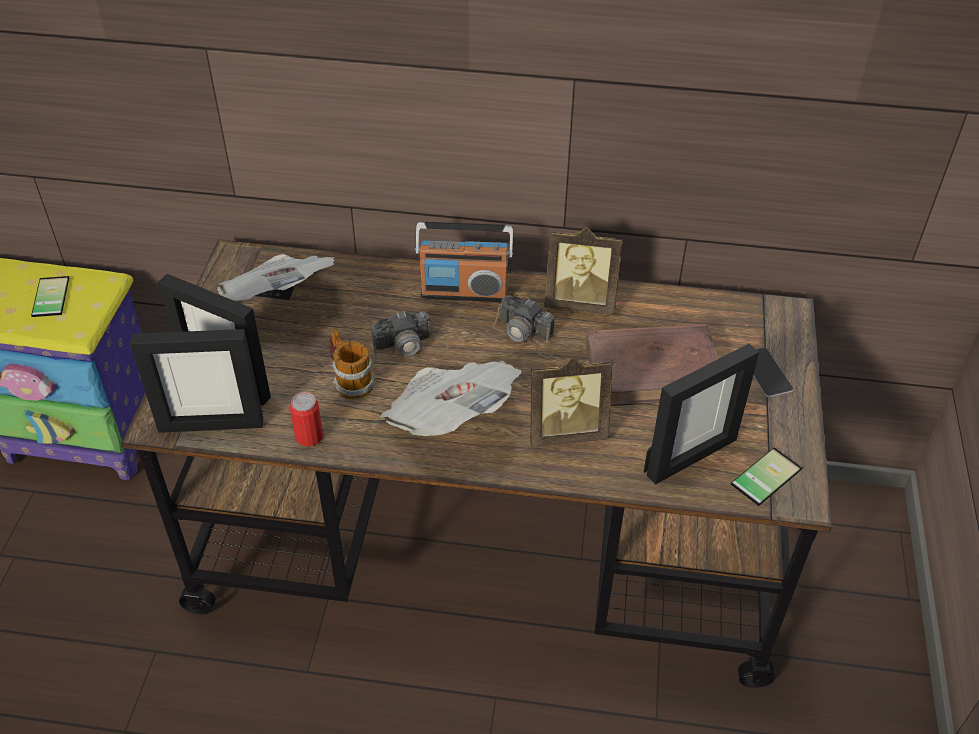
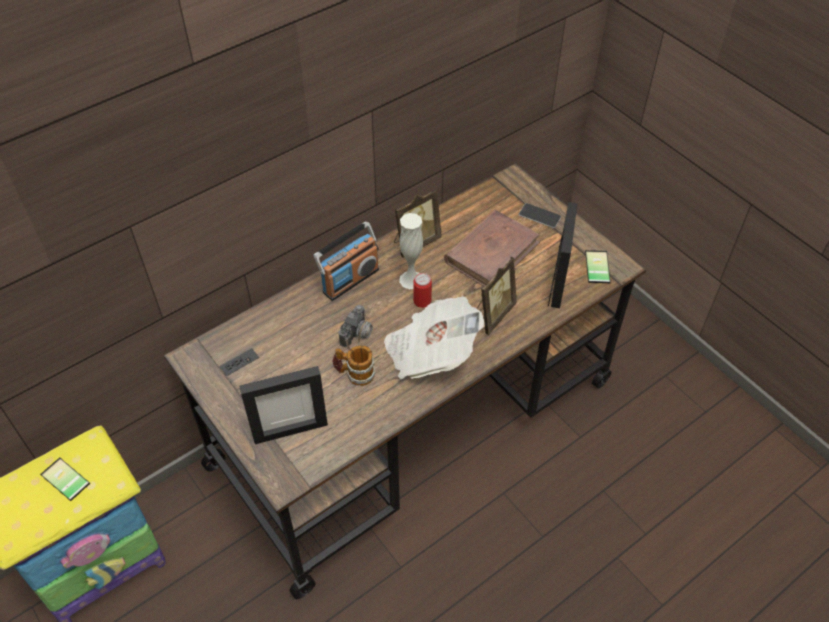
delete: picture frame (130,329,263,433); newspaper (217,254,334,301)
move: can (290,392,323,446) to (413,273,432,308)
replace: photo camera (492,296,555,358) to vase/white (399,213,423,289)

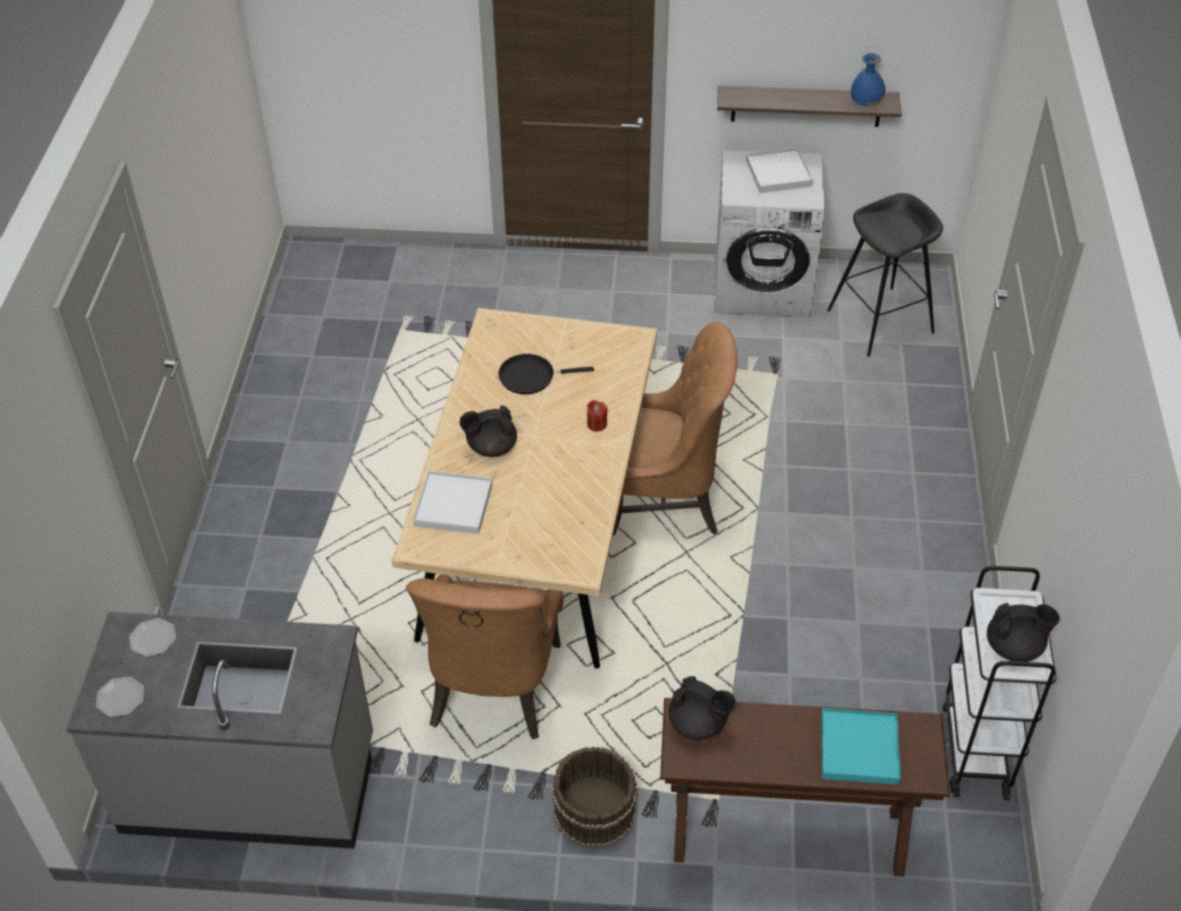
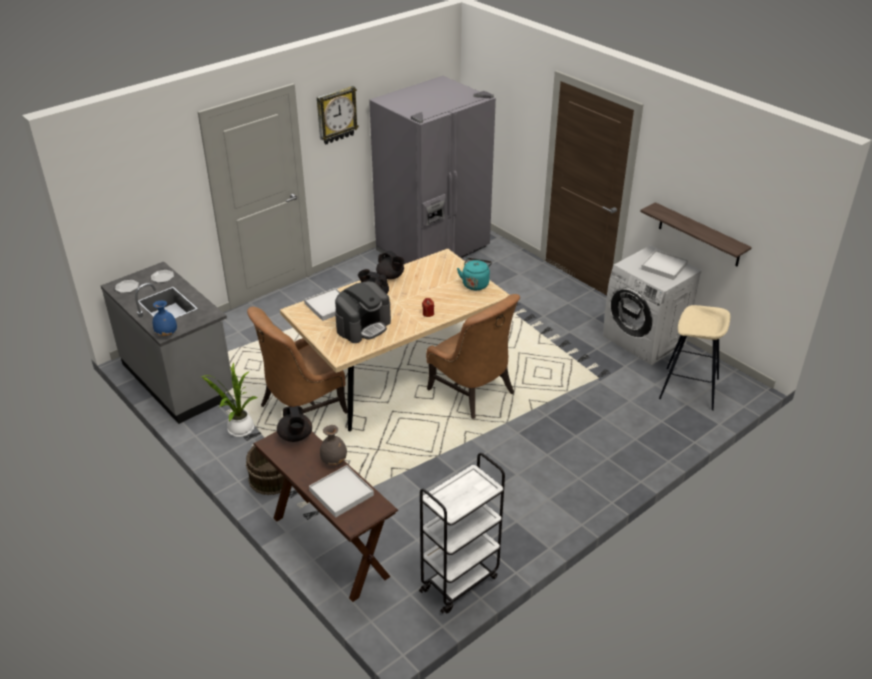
delete: frying pan/black (498,354,594,394)
insert: potted plant (201,362,259,437); wall clock (317,86,359,144); vase/grey (320,425,347,465); coffee machine (335,281,391,343); fridge/grey (369,76,496,265); kettle/turquoise (457,258,492,290)
move: vase/blue (850,53,885,106) to (153,301,177,336); teapot/black (987,603,1060,662) to (376,251,404,280)
recolor: tray/turquoise (821,708,901,785) to tray/white (309,465,374,518); stool/black (827,193,943,357) to stool/beige (659,305,730,411)

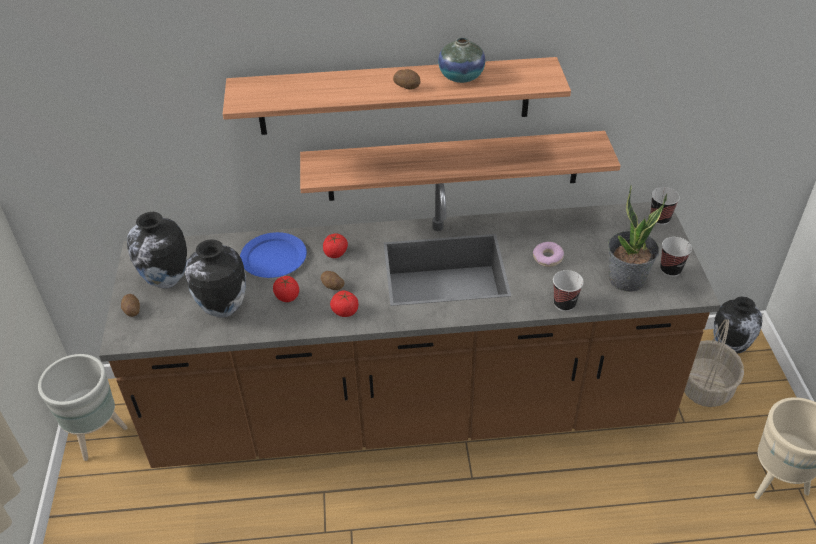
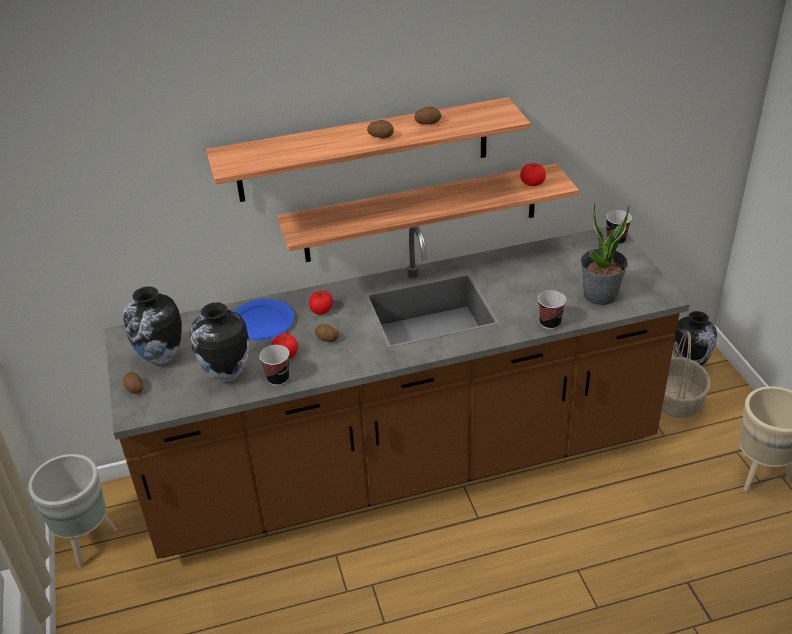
delete: donut (533,242,564,267)
move: cup (660,237,692,277) to (259,345,289,386); tomato (330,291,358,317) to (520,163,546,186)
replace: vase (438,37,485,83) to potato (415,107,441,124)

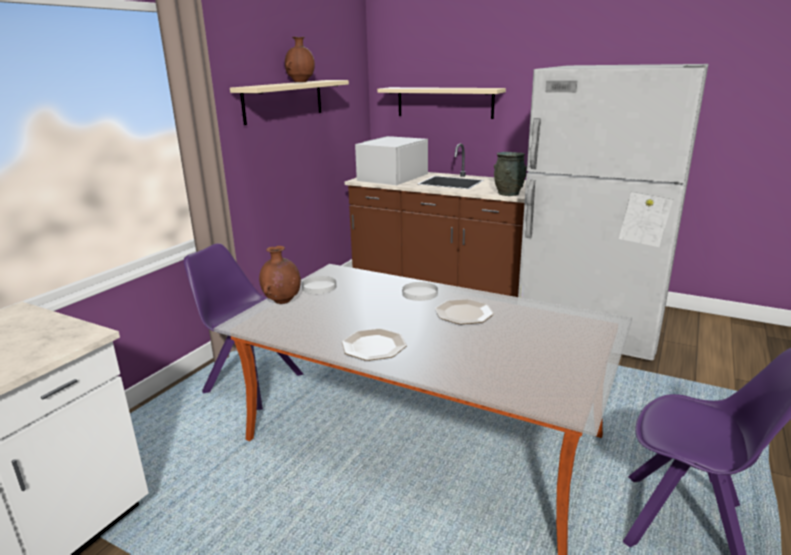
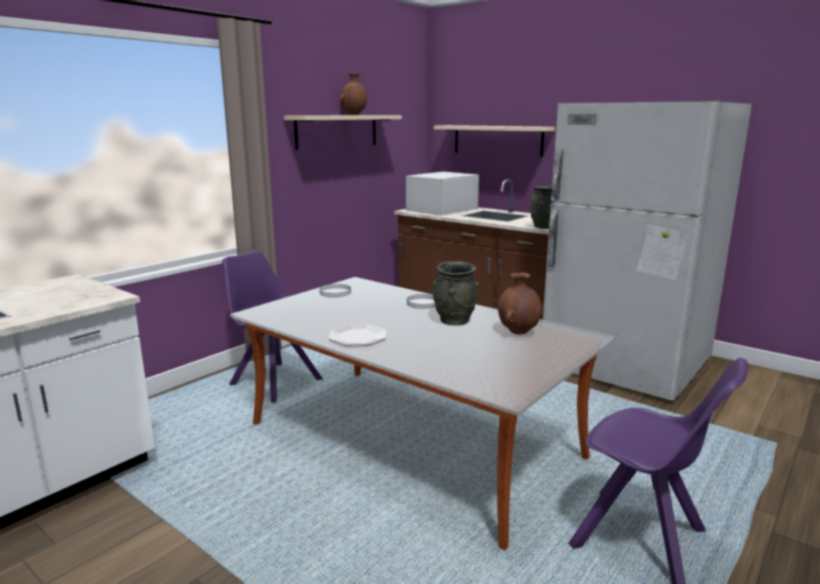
move: vase/brown (259,246,301,304) to (498,272,542,335)
replace: plate (435,299,494,324) to vase/grey (433,261,479,325)

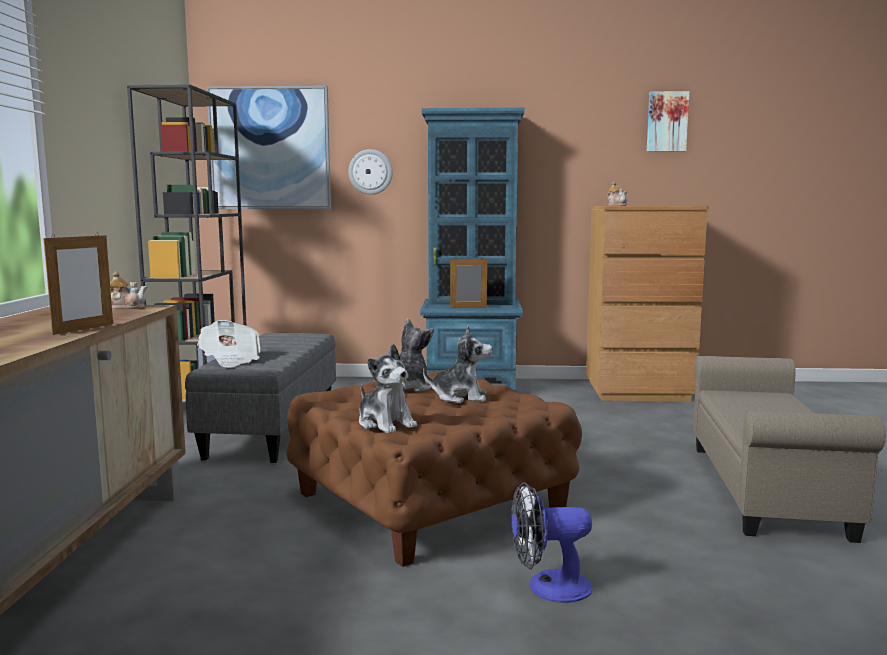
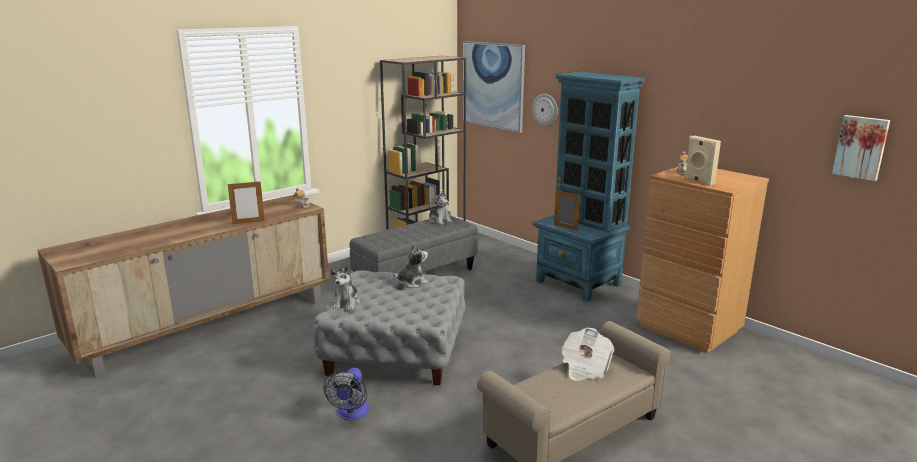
insert: speaker/beige (685,136,721,186)
move: plush toy (423,326,493,403) to (429,190,452,225); newspaper (197,320,260,368) to (561,328,615,381); picture (647,91,690,152) to (832,115,890,181)
recolor: ottoman/brown (287,371,582,567) to ottoman/grey (313,270,466,385)
rotate: fan (511,482,593,603) = (323,368,369,420) 120 degrees counterclockwise

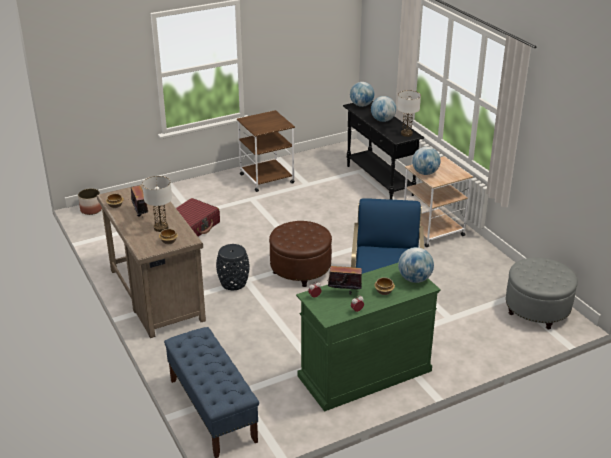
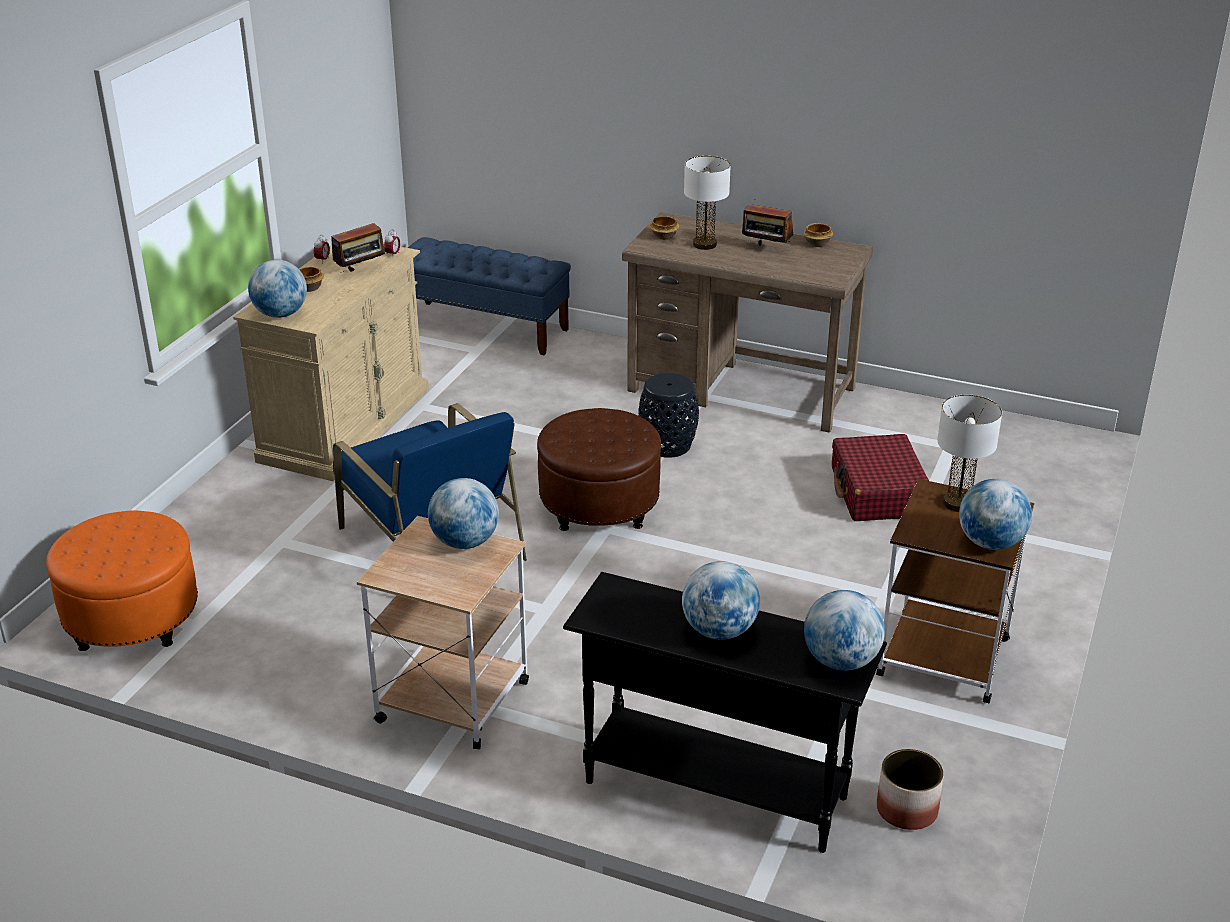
insert: globe (959,479,1032,550)
move: planter (78,188,102,215) to (877,749,944,830); table lamp (397,90,421,137) to (937,395,1002,512)
recolor: ottoman/grey (506,257,578,329) to ottoman/orange (46,510,198,651); dresser/green (296,263,441,412) to dresser/beige (233,245,429,481)

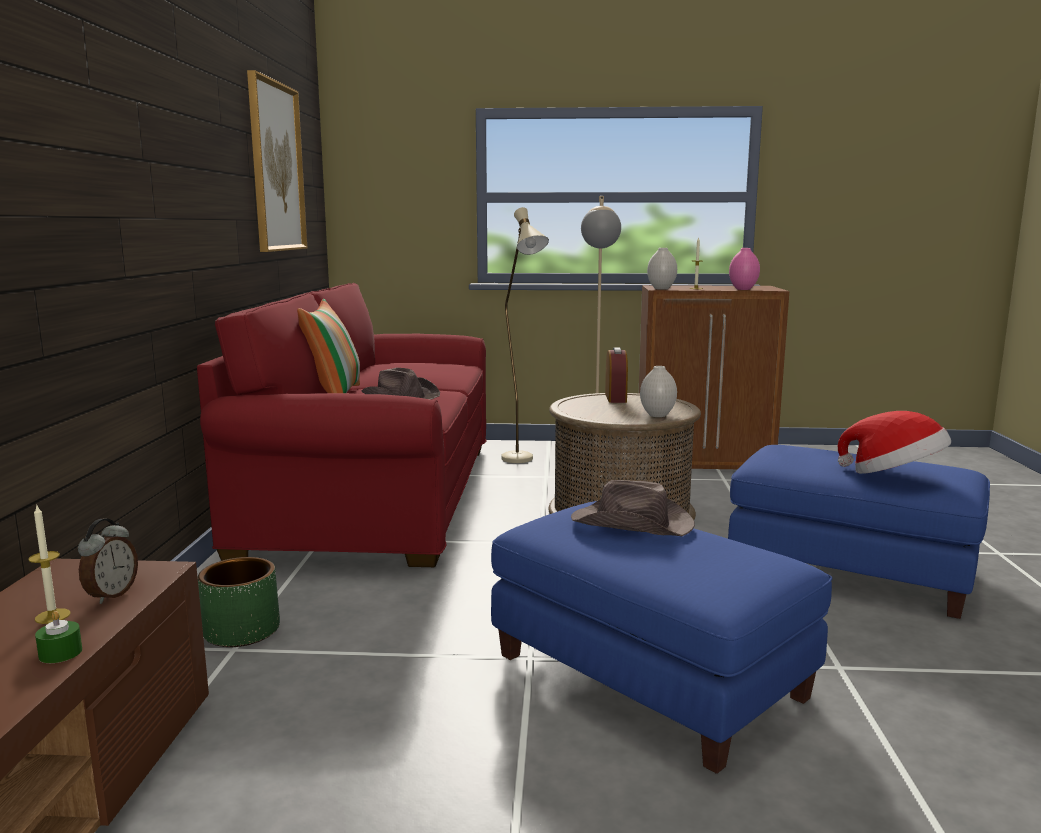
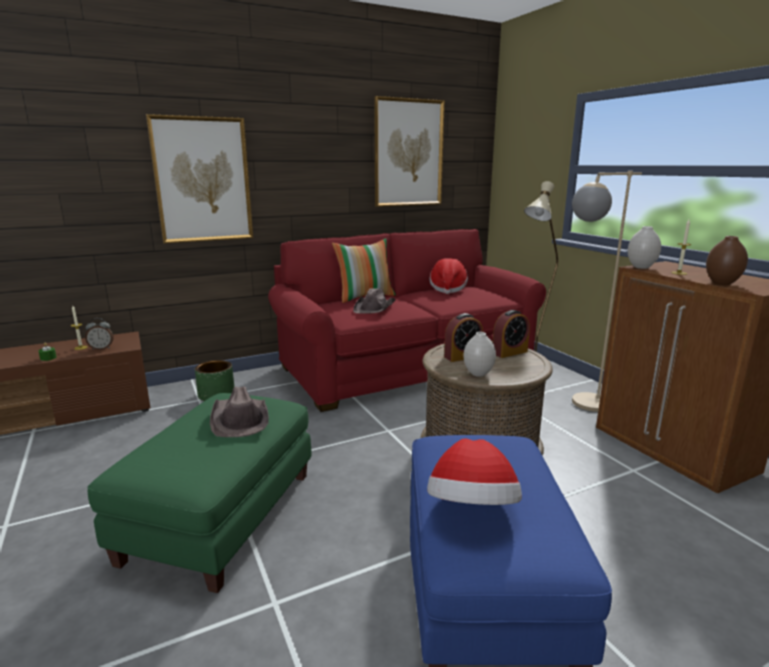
insert: picture (146,114,253,244); hat (430,258,468,294); alarm clock (444,313,483,362)
recolor: ottoman/blue (491,501,832,774) to ottoman/green (87,393,312,593); vase/pink (729,248,760,290) to vase/brown (706,236,748,285)

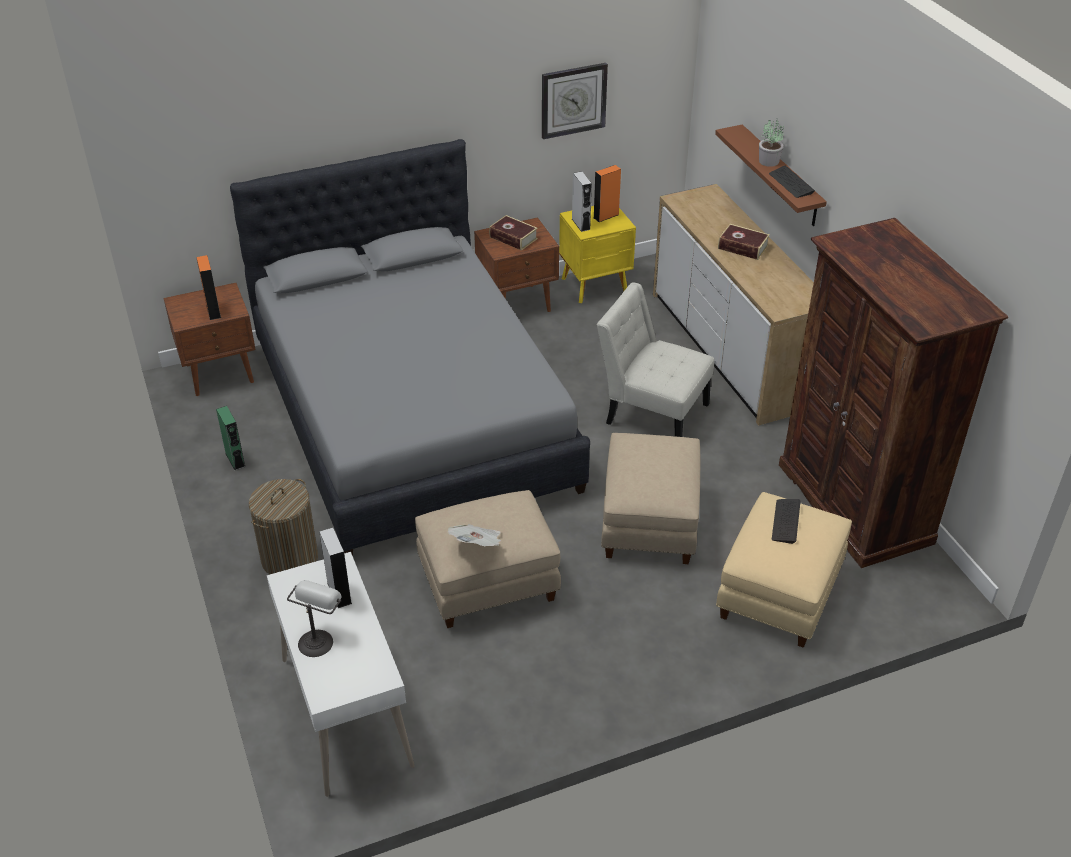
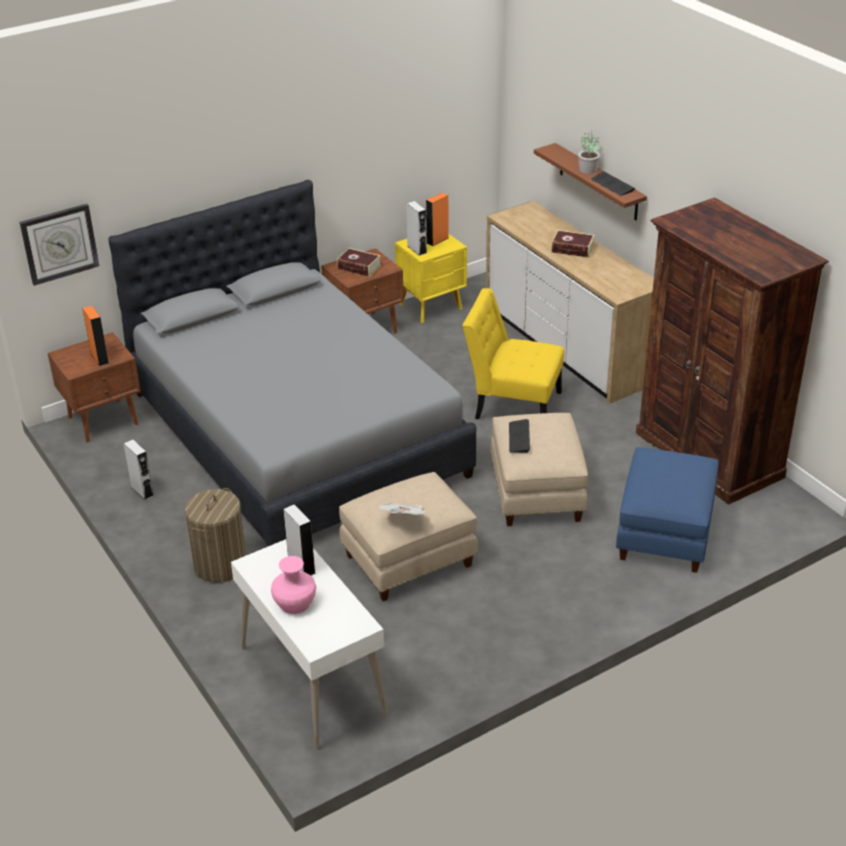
move: wall clock (542,63,608,139) to (19,204,99,286); keyboard (772,499,801,544) to (509,419,530,453)
replace: table lamp (287,580,342,657) to vase/pink (271,556,316,614)
recolor: speaker/green (216,406,246,470) to speaker/grey (123,439,154,500); chair/white (597,283,714,437) to chair/yellow (462,288,564,419); ottoman/beige (716,492,852,648) to ottoman/blue (616,447,719,573)

